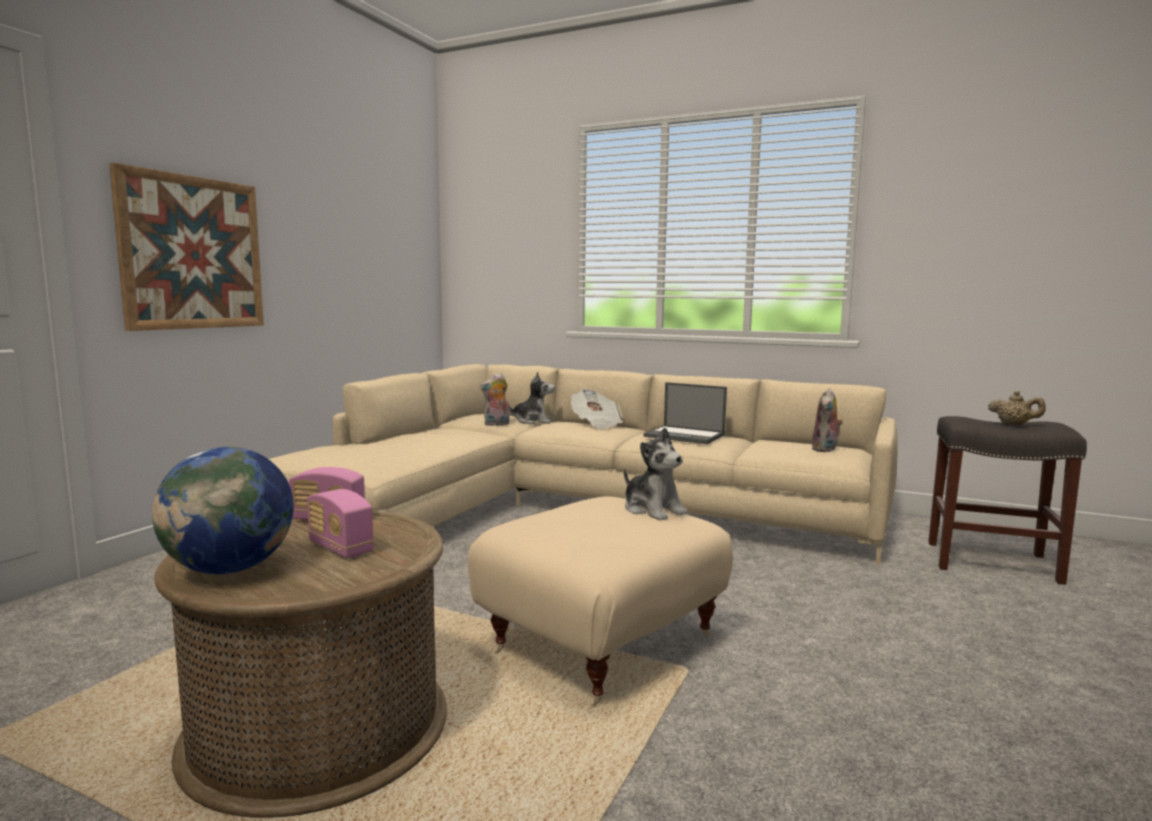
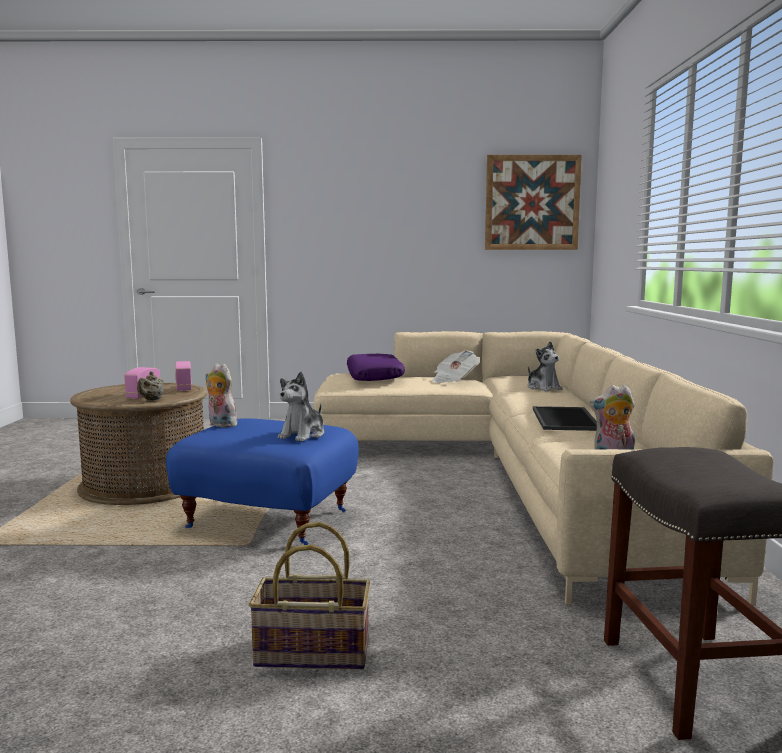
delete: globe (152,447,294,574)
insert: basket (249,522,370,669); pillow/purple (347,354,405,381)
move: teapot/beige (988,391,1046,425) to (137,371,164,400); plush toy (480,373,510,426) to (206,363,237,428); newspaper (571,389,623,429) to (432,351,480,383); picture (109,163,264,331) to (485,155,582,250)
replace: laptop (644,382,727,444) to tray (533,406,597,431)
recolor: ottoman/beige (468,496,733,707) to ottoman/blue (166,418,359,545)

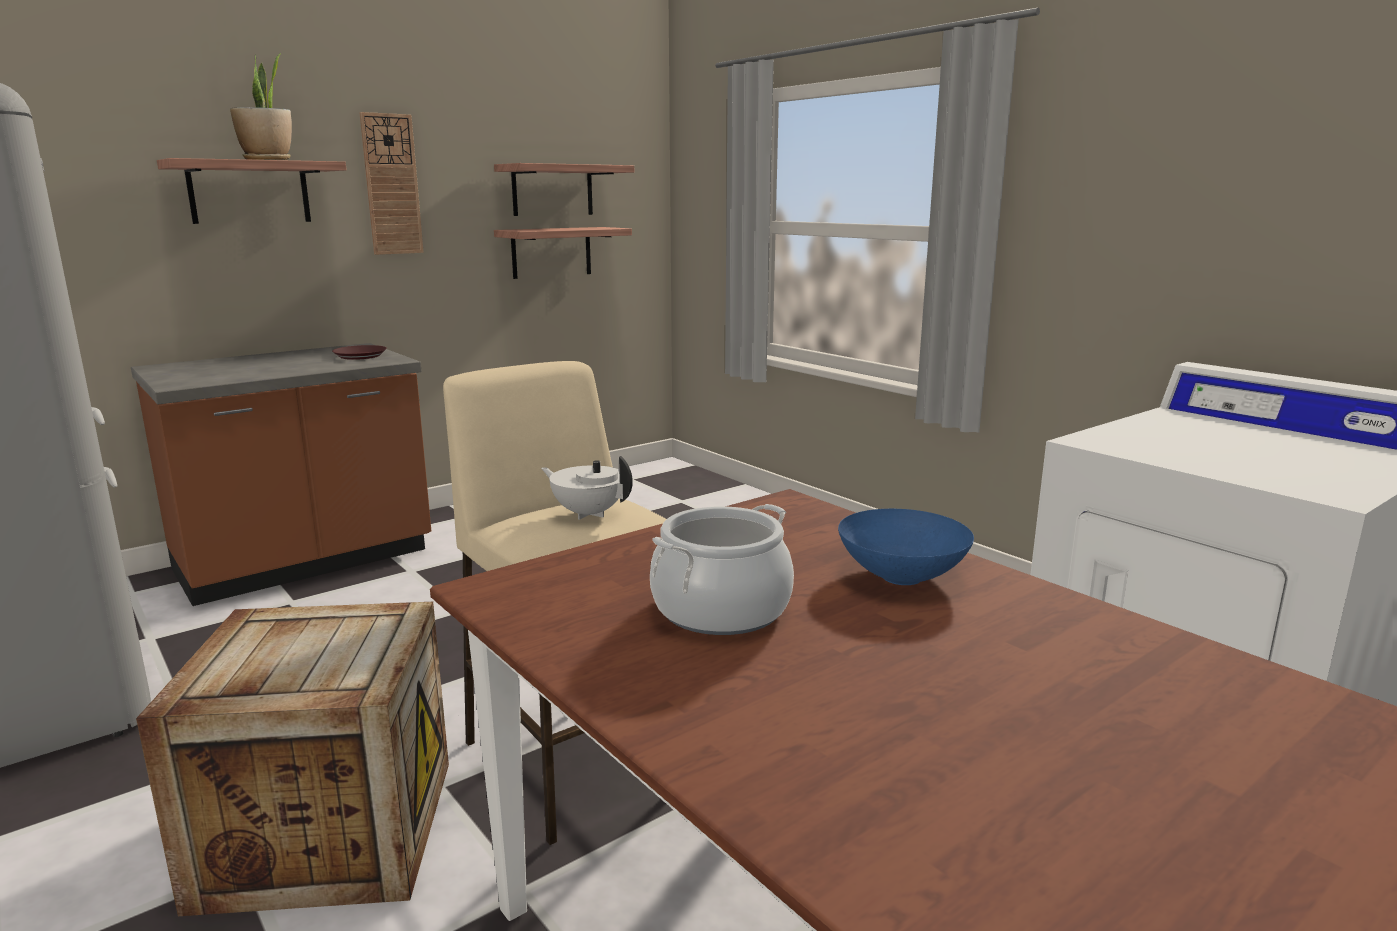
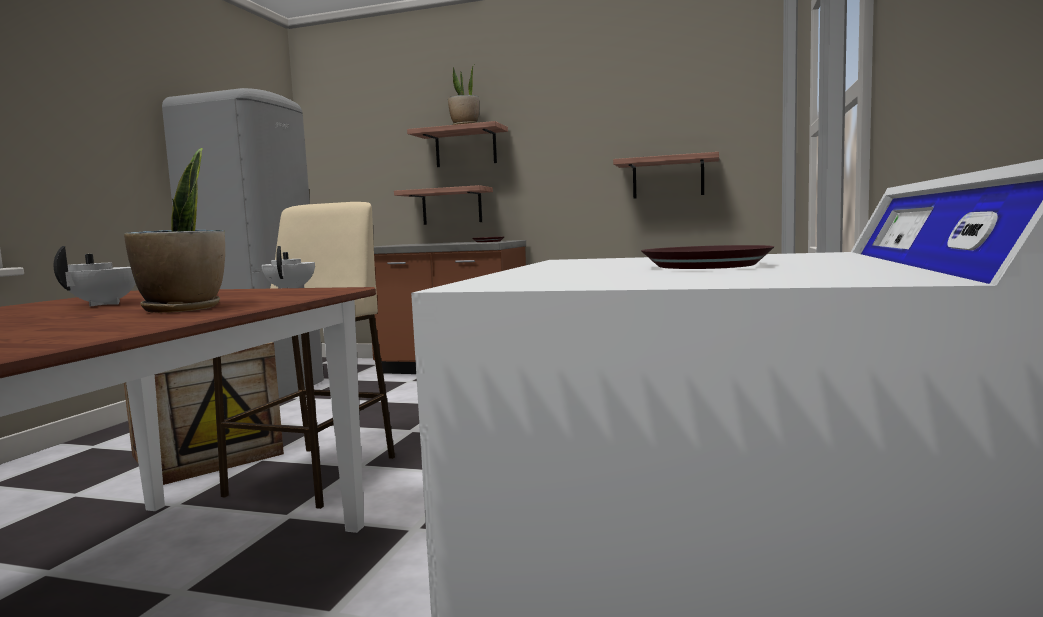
delete: wall clock (359,112,424,255)
insert: plate/brown (641,245,774,269)
move: shelf (494,163,634,216) to (394,185,493,225)
replace: cooking pot (650,504,794,635) to teapot/white (54,246,136,307); bowl/blue (838,509,974,585) to potted plant (124,148,225,313)

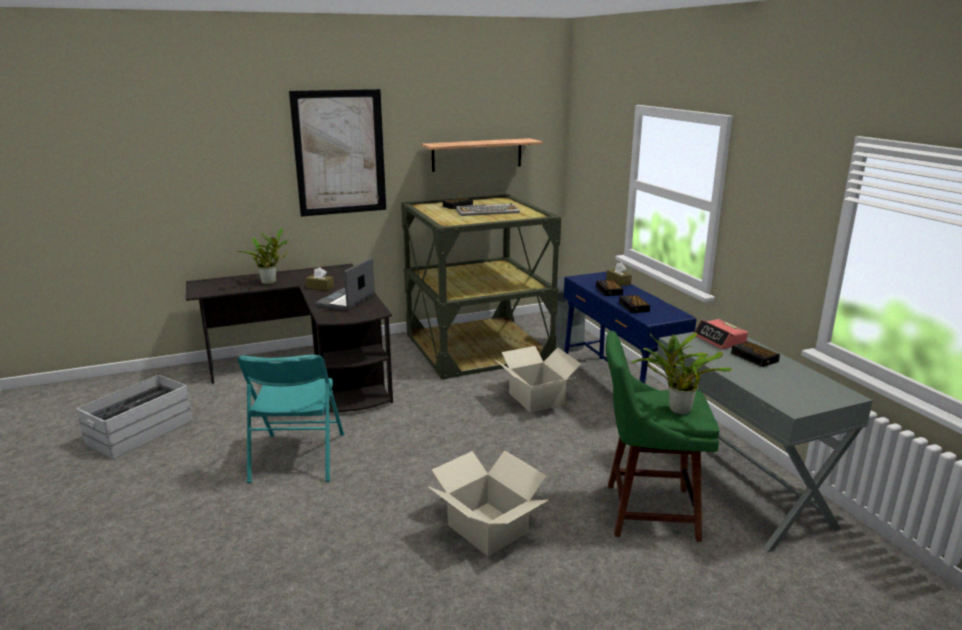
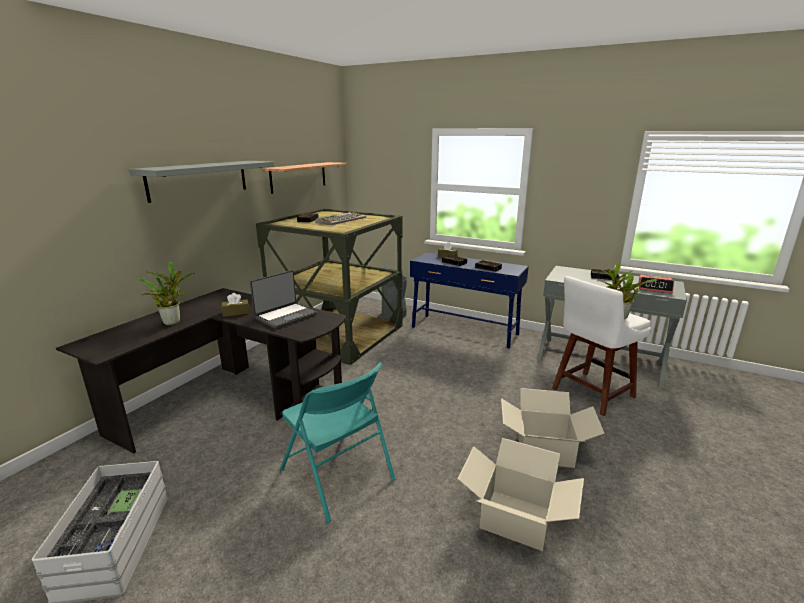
move: cardboard box (496,346,581,413) to (458,438,584,551); alarm clock (693,319,748,349) to (638,275,674,293)
replace: picture (289,89,386,217) to shelf/grey (129,161,274,203)
recolor: stool/green (606,331,719,542) to stool/white (552,276,651,416)
rotate: laptop (315,258,375,311) = (250,270,317,329) 120 degrees counterclockwise

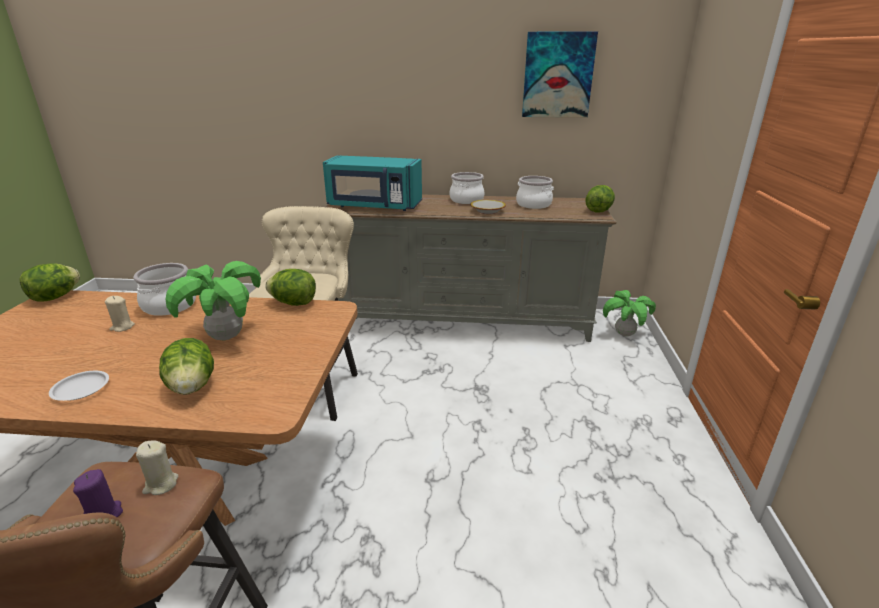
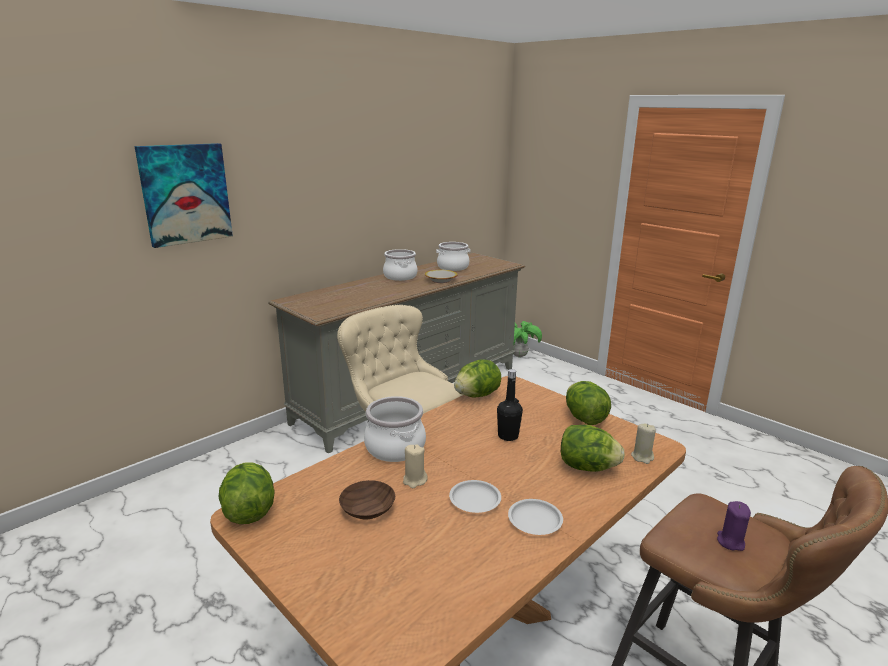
delete: microwave/turquoise (323,155,422,211)
insert: bowl/brown (339,480,395,519); plate/white (449,480,501,513)
move: picture (522,31,598,118) to (135,143,233,248); lettuce (585,185,615,213) to (566,381,611,425); candle/beige (136,440,179,495) to (631,423,656,464)
replace: potted plant (166,261,261,341) to bottle/black (497,369,523,441)

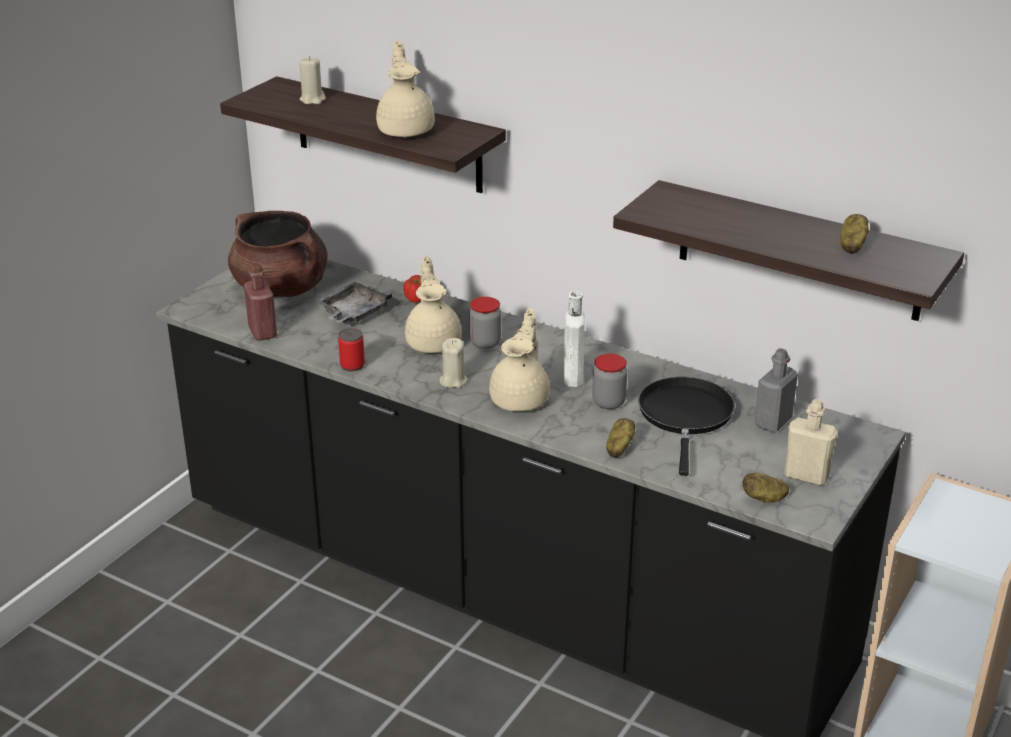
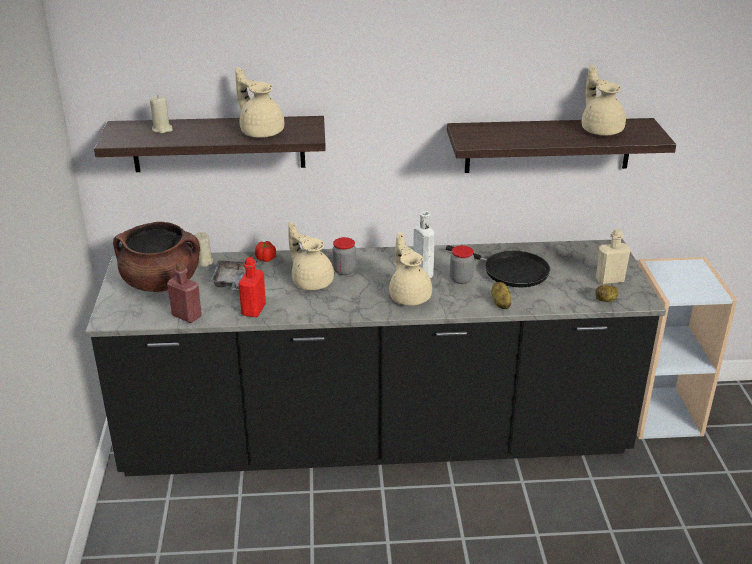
delete: can (338,328,365,371); bottle/grey (754,348,798,433)
insert: bottle/red (238,257,266,317)
move: candle/beige (440,338,467,388) to (194,232,213,267)
replace: potato (840,214,869,254) to teapot/beige (582,65,626,136)
rotate: frying pan/black (638,377,735,476) = (446,245,550,287) 150 degrees clockwise

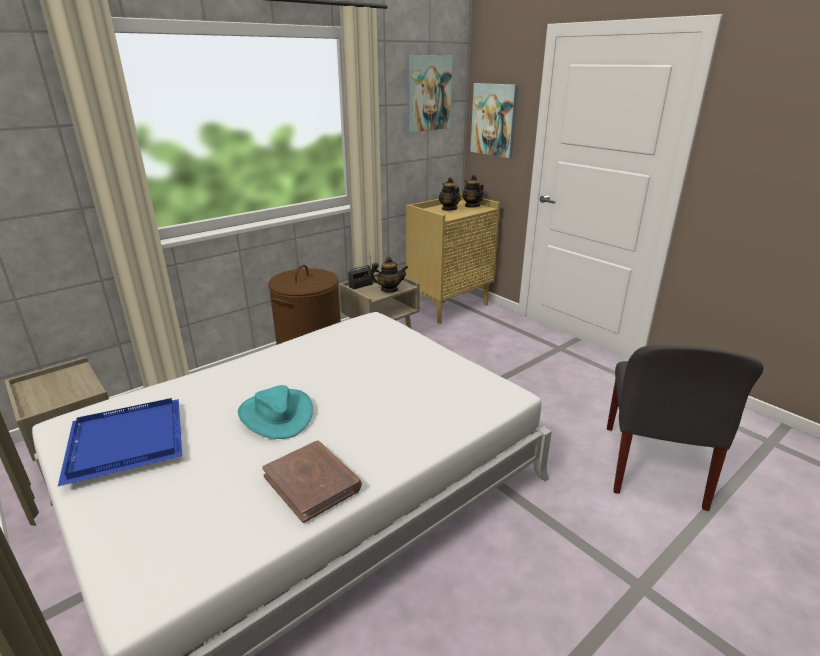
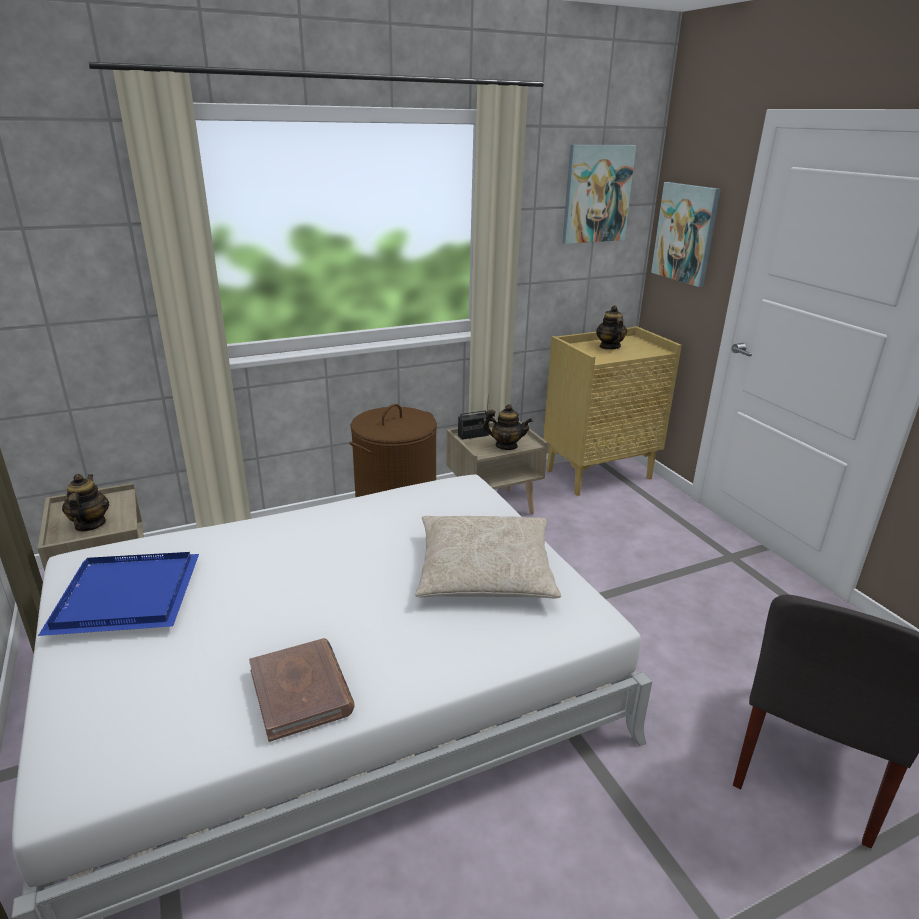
delete: hat/turquoise (238,385,313,439)
insert: pillow/beige (415,516,561,598)
move: teapot (462,175,484,208) to (62,474,109,532)

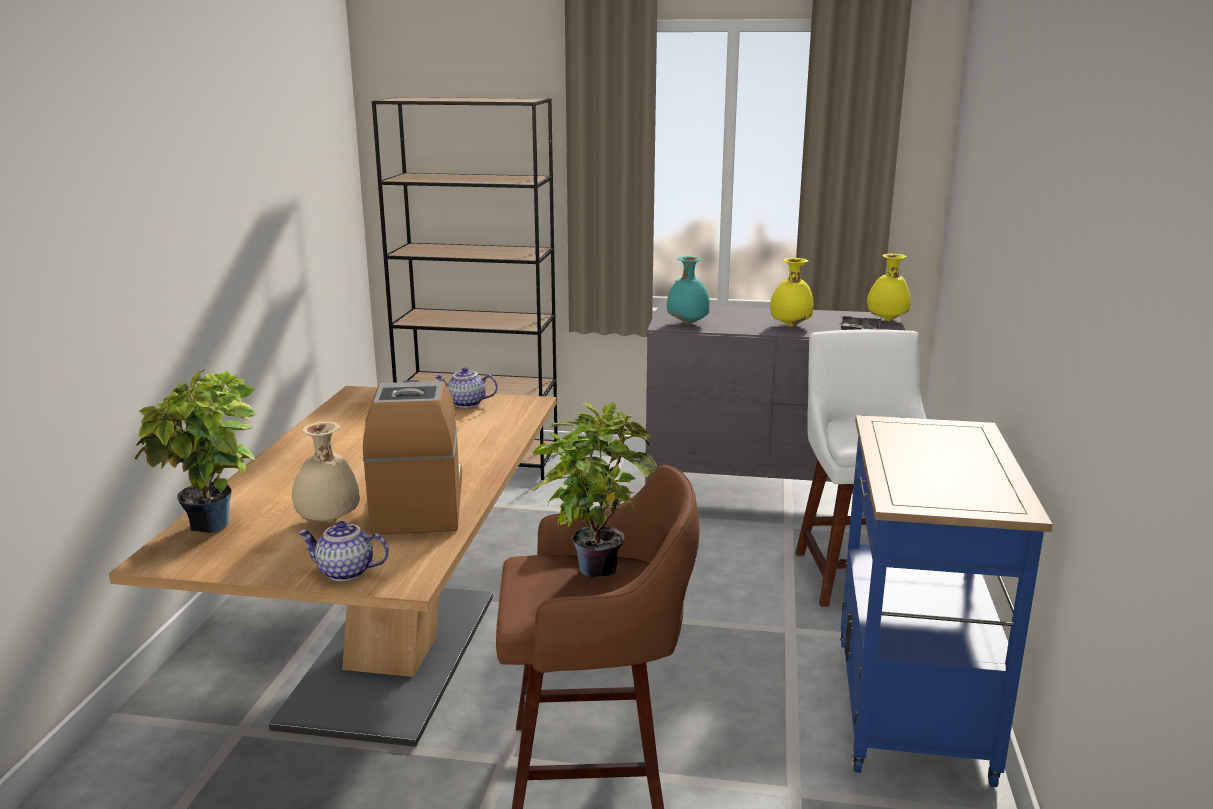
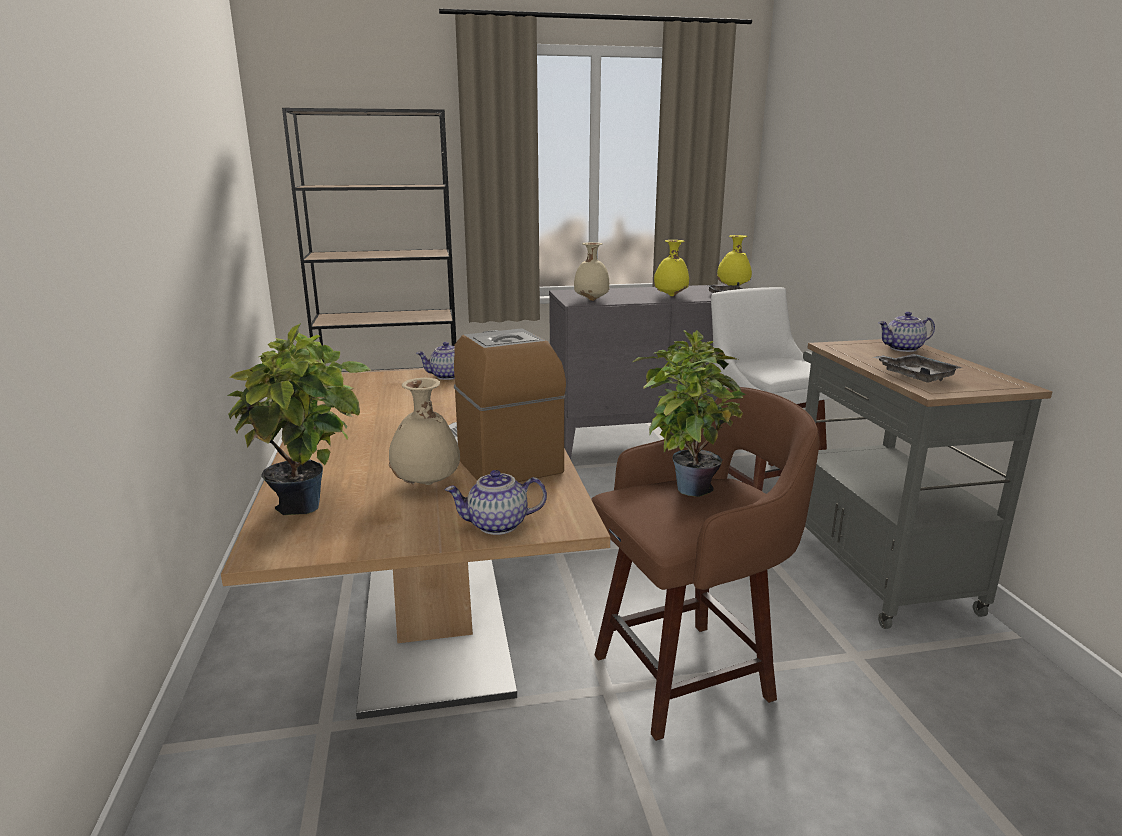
insert: tray/grey (873,354,963,382); teapot (879,312,935,352)
recolor: vase/turquoise (667,256,710,325) to vase/beige (574,242,610,301); cart/blue (840,415,1053,787) to cart/grey (803,339,1052,629)

